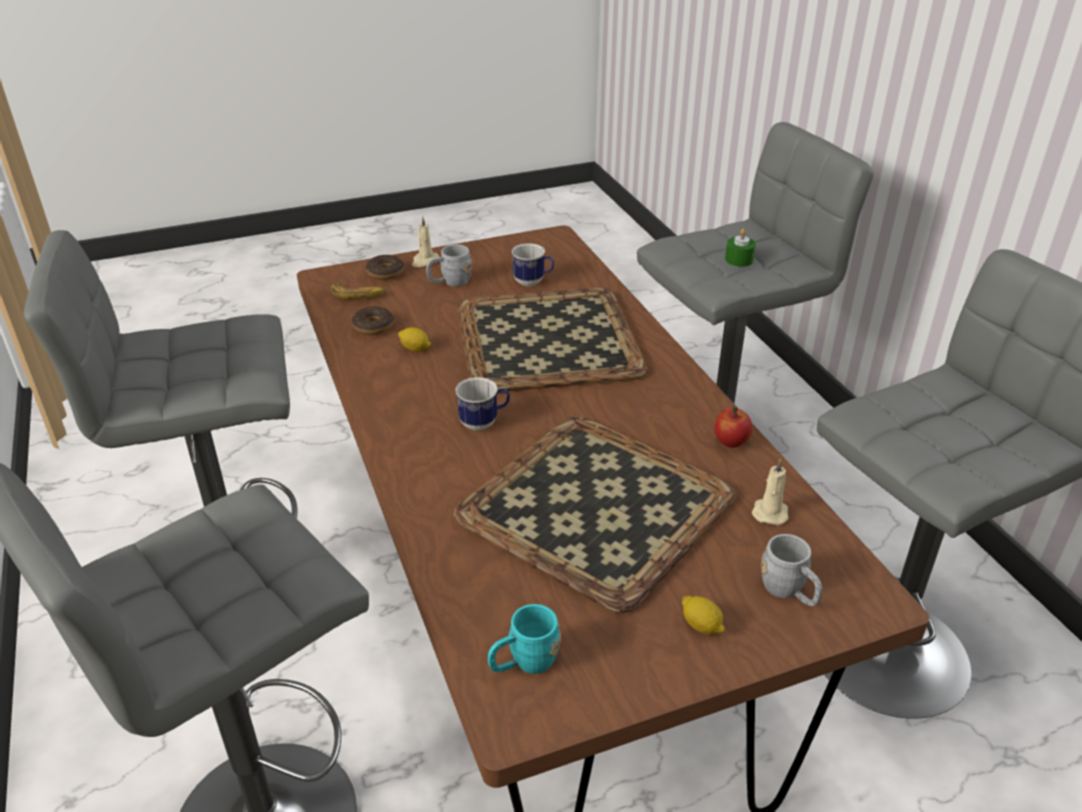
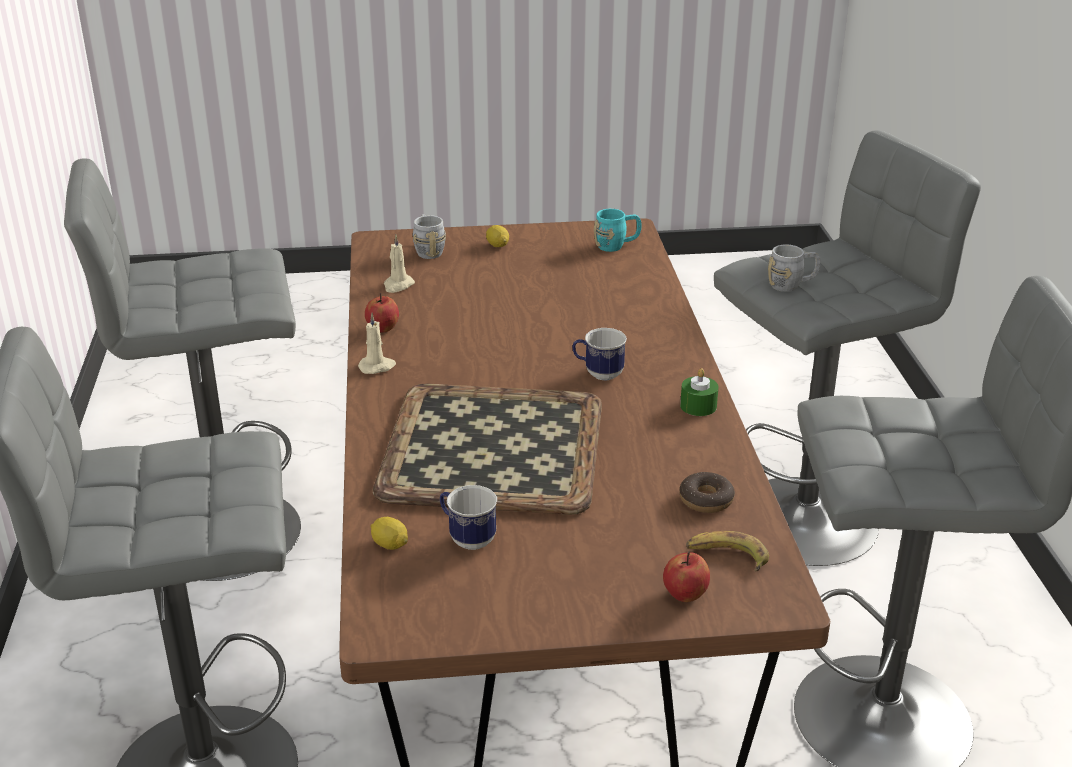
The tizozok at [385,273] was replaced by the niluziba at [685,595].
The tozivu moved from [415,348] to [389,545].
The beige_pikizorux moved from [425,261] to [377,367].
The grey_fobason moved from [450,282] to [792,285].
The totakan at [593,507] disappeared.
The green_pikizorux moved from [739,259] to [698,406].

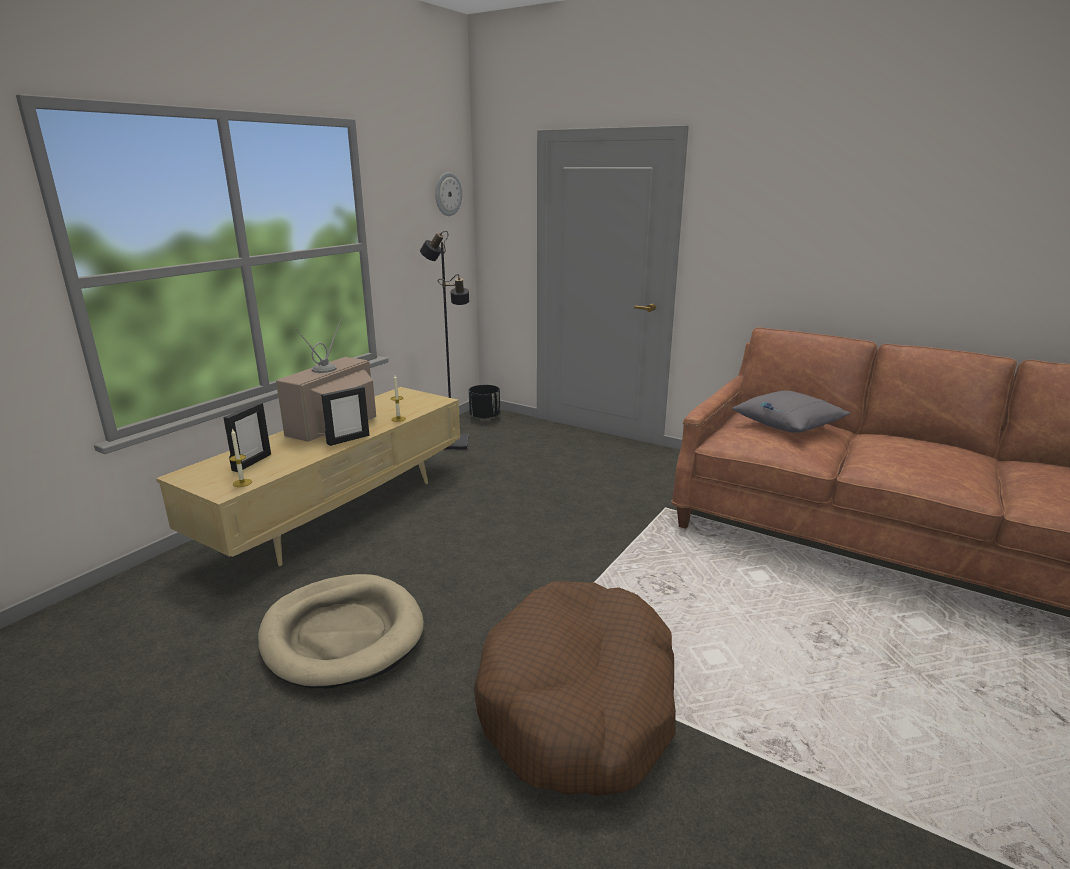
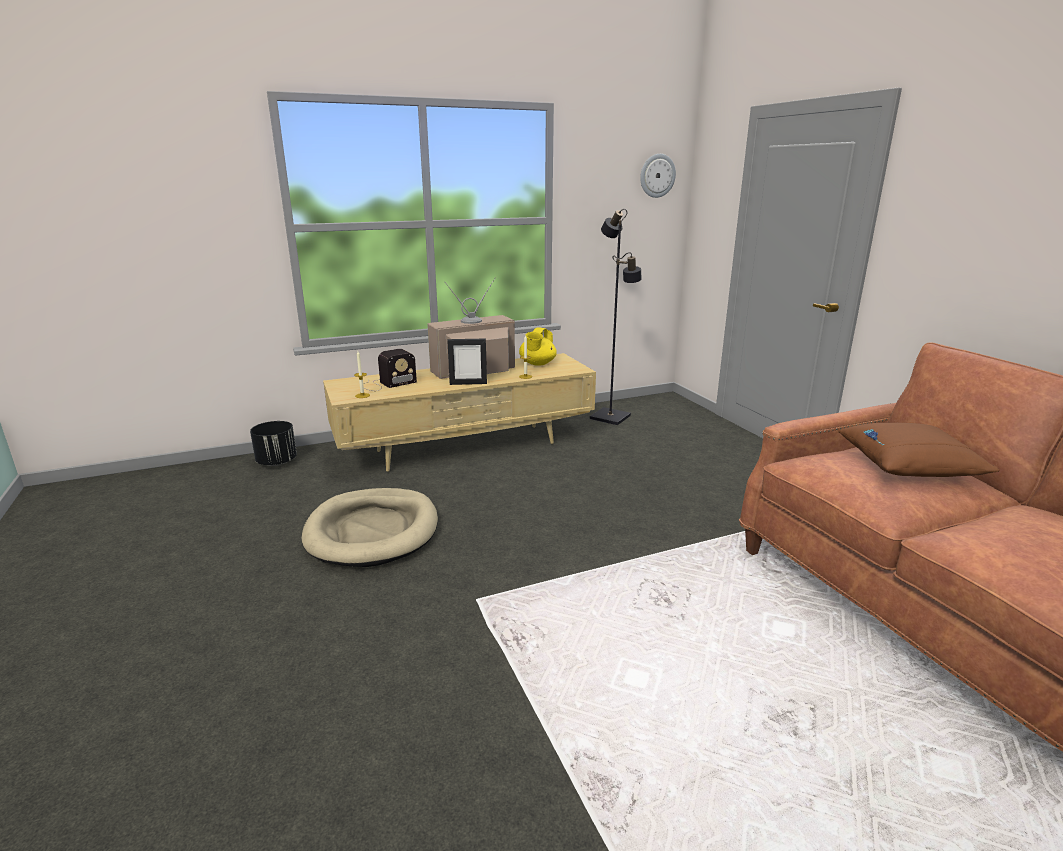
The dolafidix at [252,462] was replaced by the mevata at [386,384].
The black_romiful moved from [485,417] to [277,462].
The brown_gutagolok at [579,704] disappeared.
The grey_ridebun at [788,426] became the brown_ridebun at [908,468].
The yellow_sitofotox at [537,364] appeared.

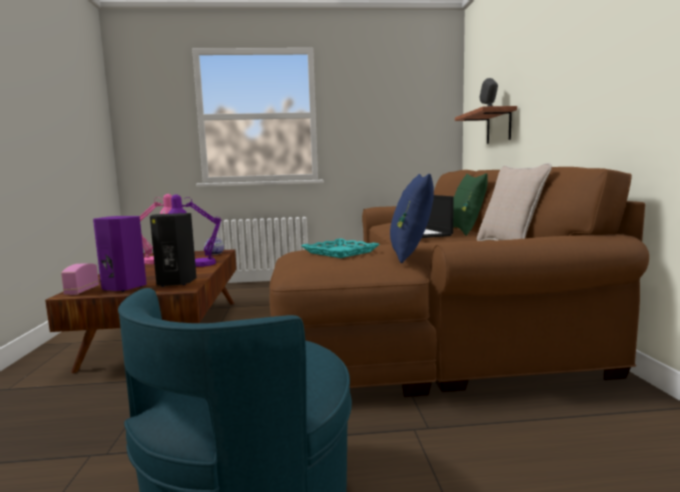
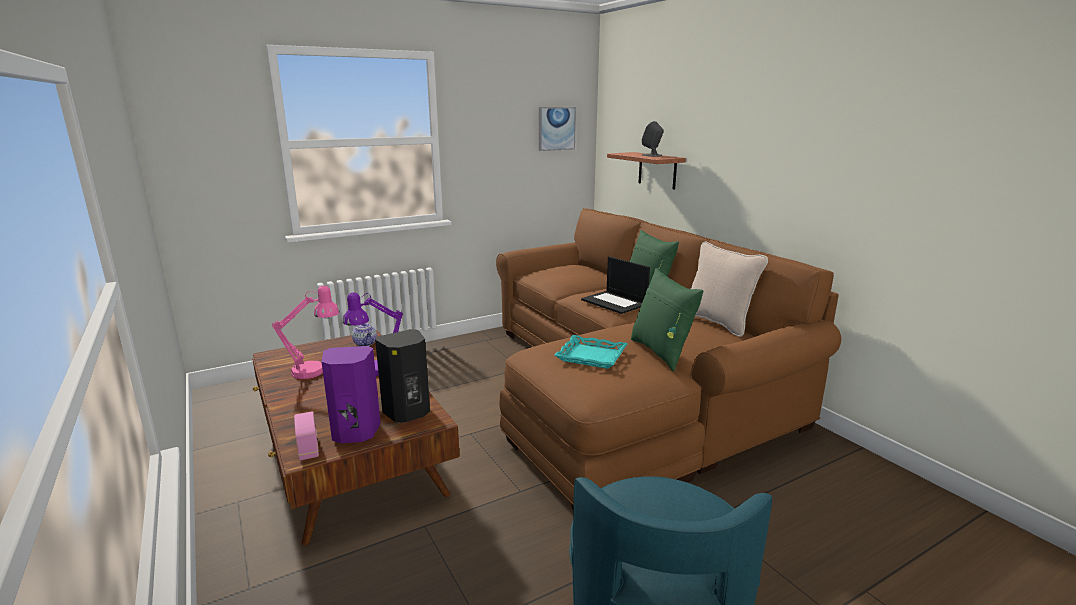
The blue_ridebun at [410,255] became the green_ridebun at [661,353].
The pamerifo at [556,128] appeared.

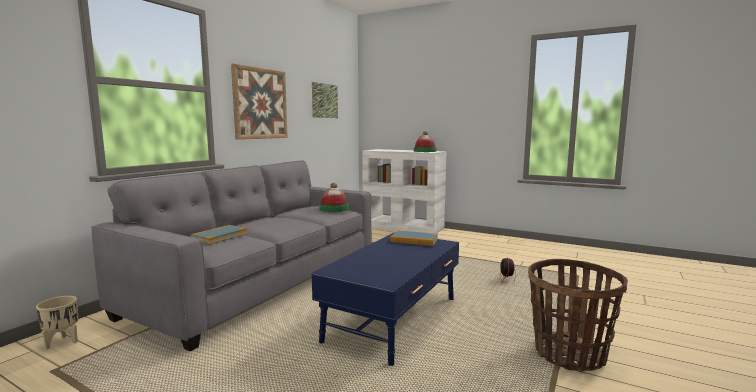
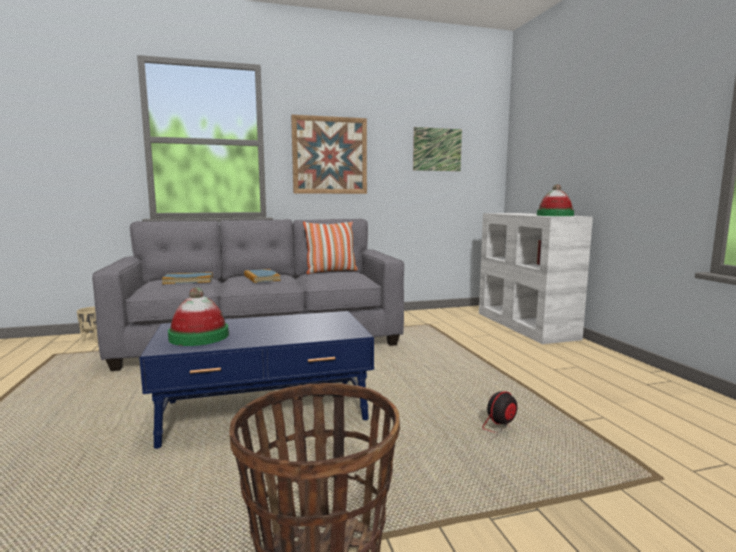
The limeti moved from [334,209] to [199,336].
The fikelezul moved from [414,240] to [261,278].
The ridebun at [331,271] appeared.

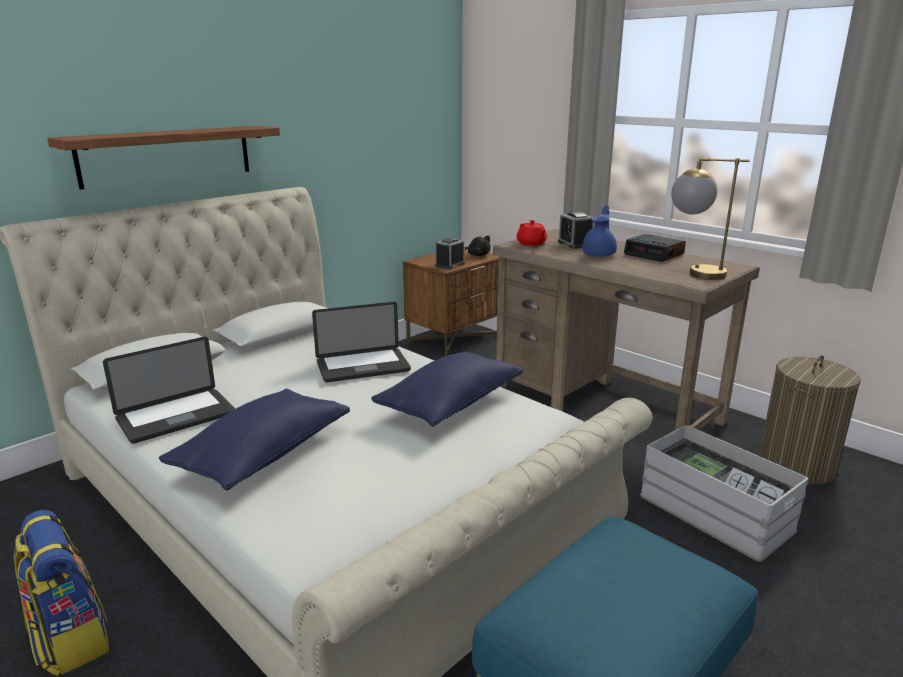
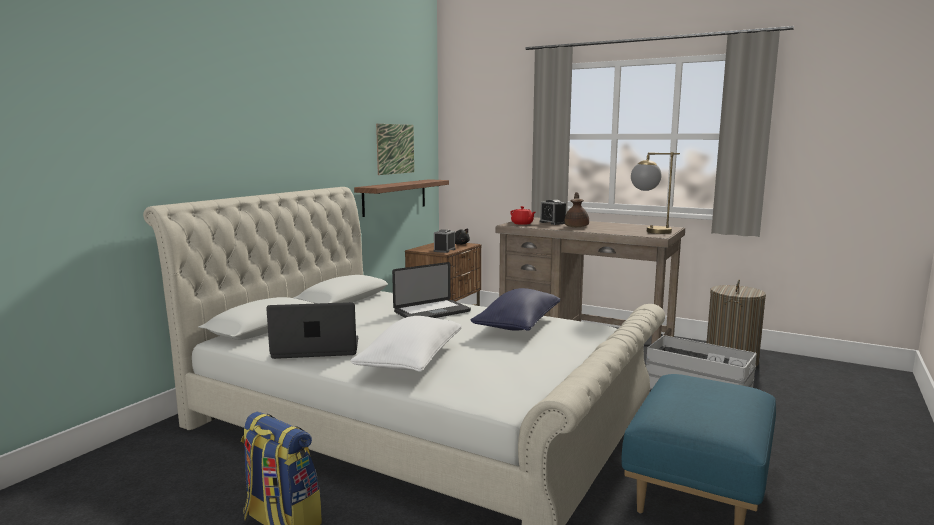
The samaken moved from [167,155] to [395,197].
The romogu at [176,417] turned 135 degrees counterclockwise.
The blue_ridebun at [263,455] became the white_ridebun at [411,361].
The blue_sitofotox at [599,254] became the brown_sitofotox at [576,226].
The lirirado at [654,254] disappeared.
The pamerifo at [395,149] appeared.

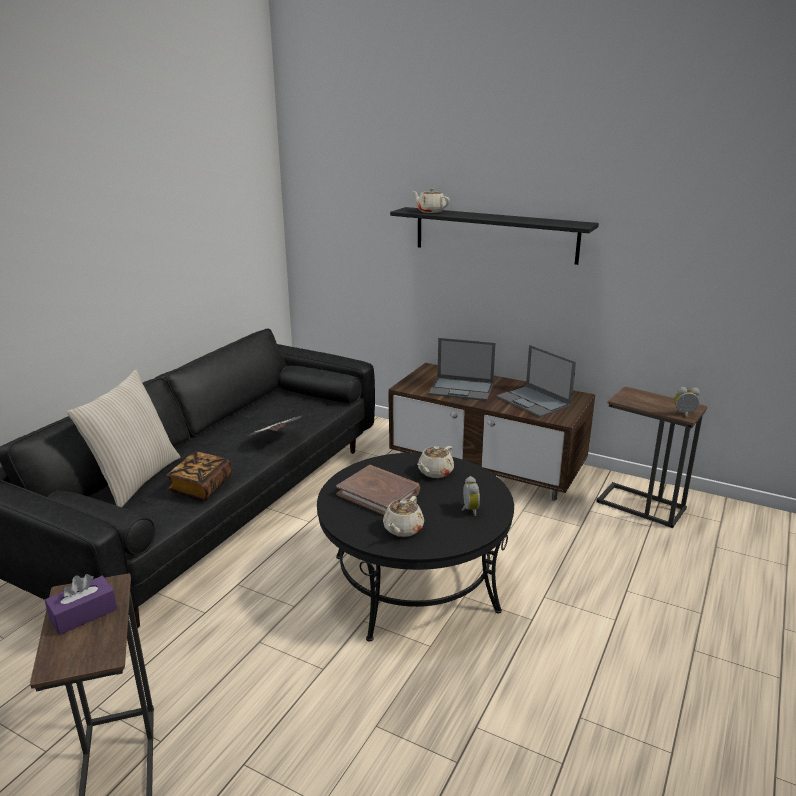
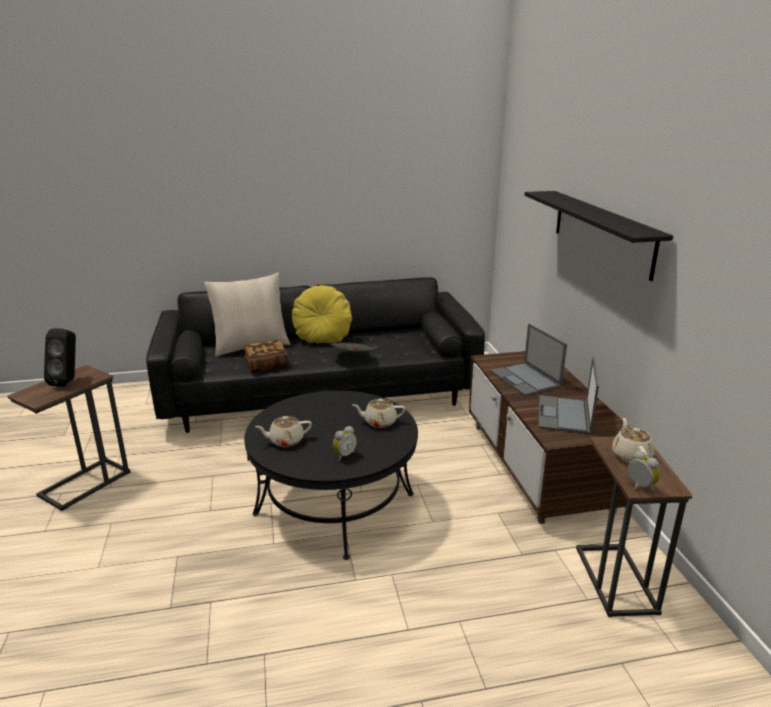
The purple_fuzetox at [83,614] was replaced by the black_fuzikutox at [68,381].
The brown_fikelezul at [379,493] disappeared.
The beige_sitofotox moved from [430,211] to [631,455].
The yellow_ridebun at [323,340] appeared.

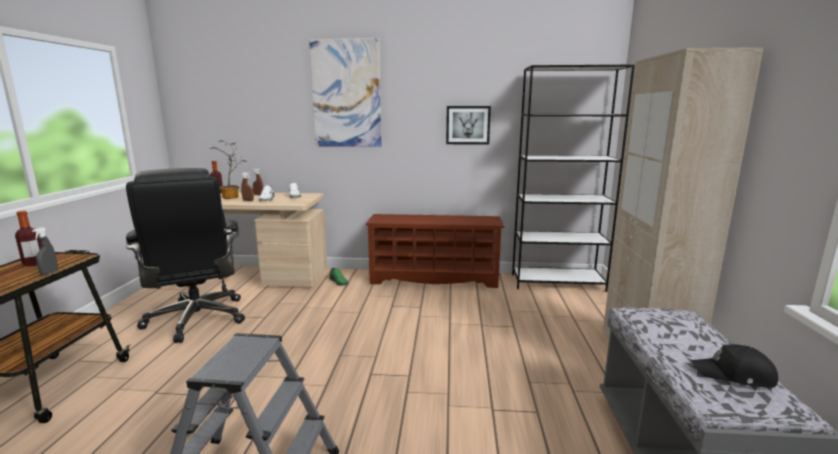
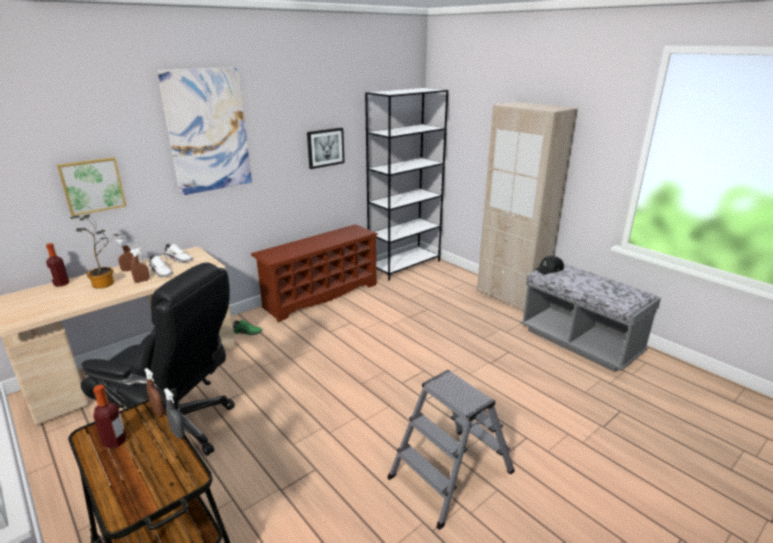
The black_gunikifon moved from [734,375] to [549,270].
The pamerifo at [92,185] appeared.
The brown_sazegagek at [158,412] appeared.

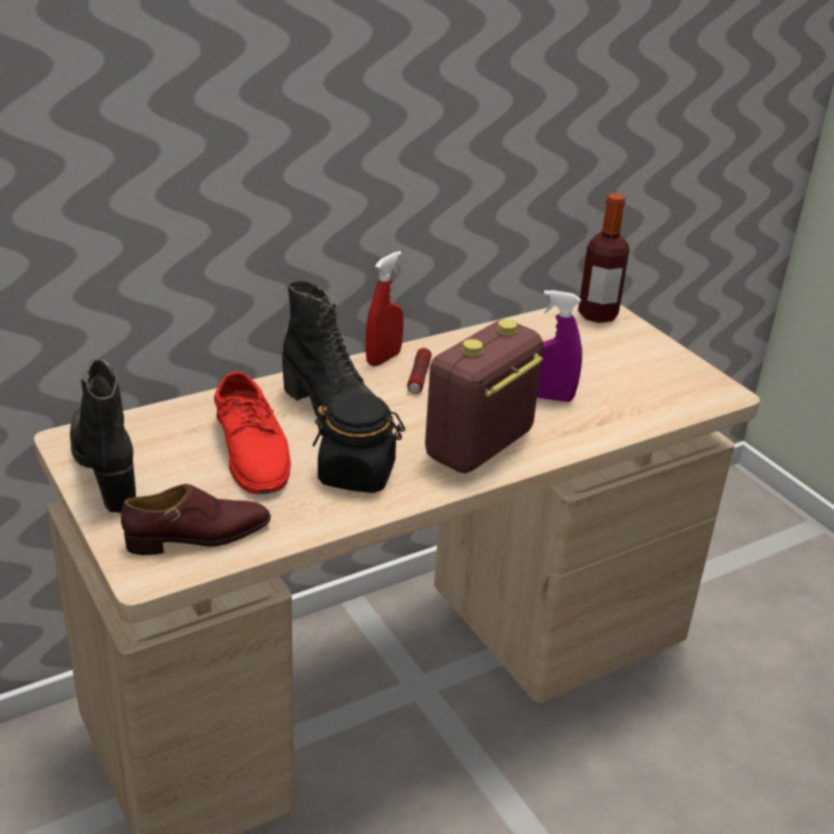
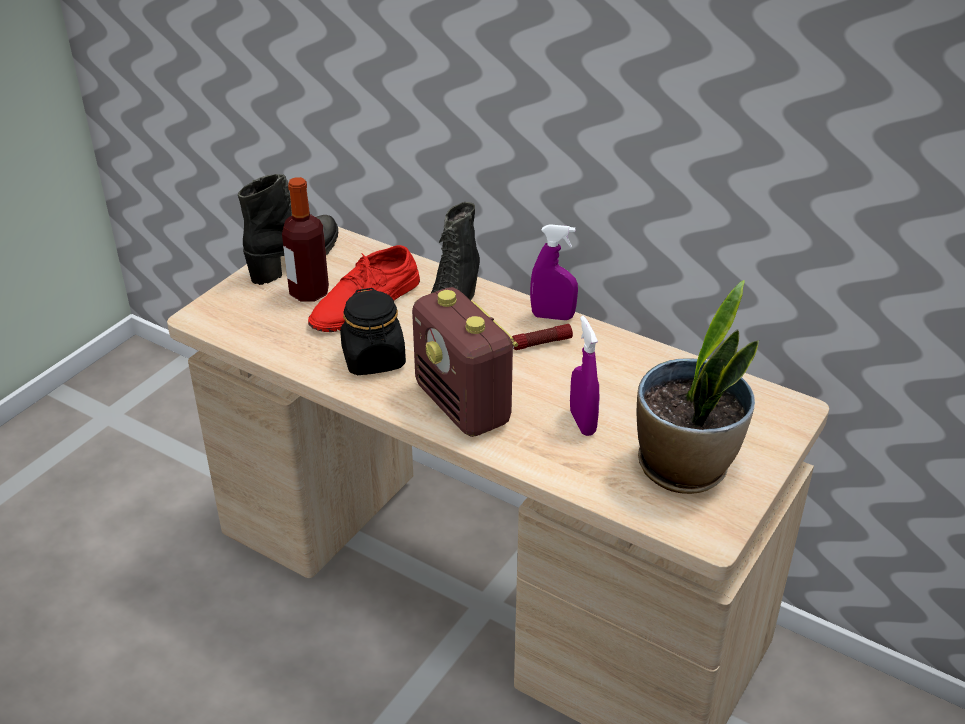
The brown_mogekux at [199,536] disappeared.
The red_sazegagek at [383,359] became the purple_sazegagek at [552,316].
The mevata at [478,447] turned 135 degrees counterclockwise.
The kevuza moved from [597,315] to [309,292].
The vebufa at [685,467] appeared.

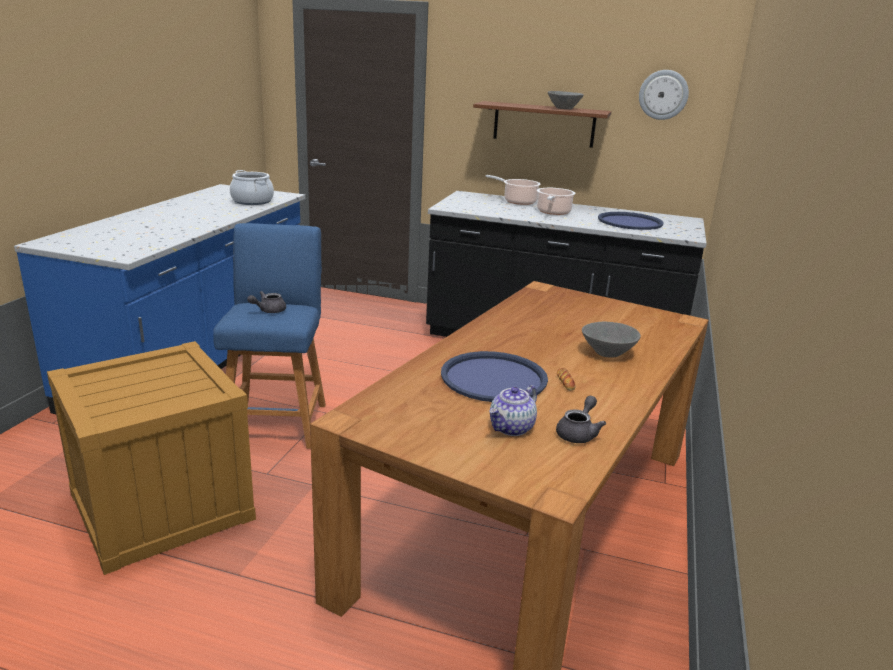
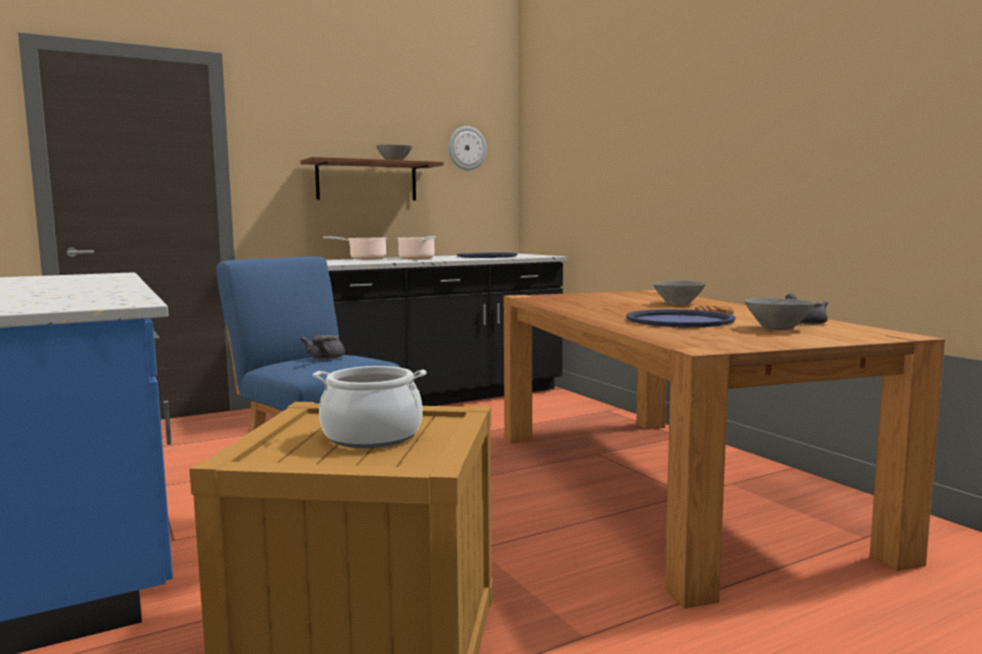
The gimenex moved from [252,201] to [372,436].
The sitofotox at [512,428] was replaced by the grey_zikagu at [778,328].

